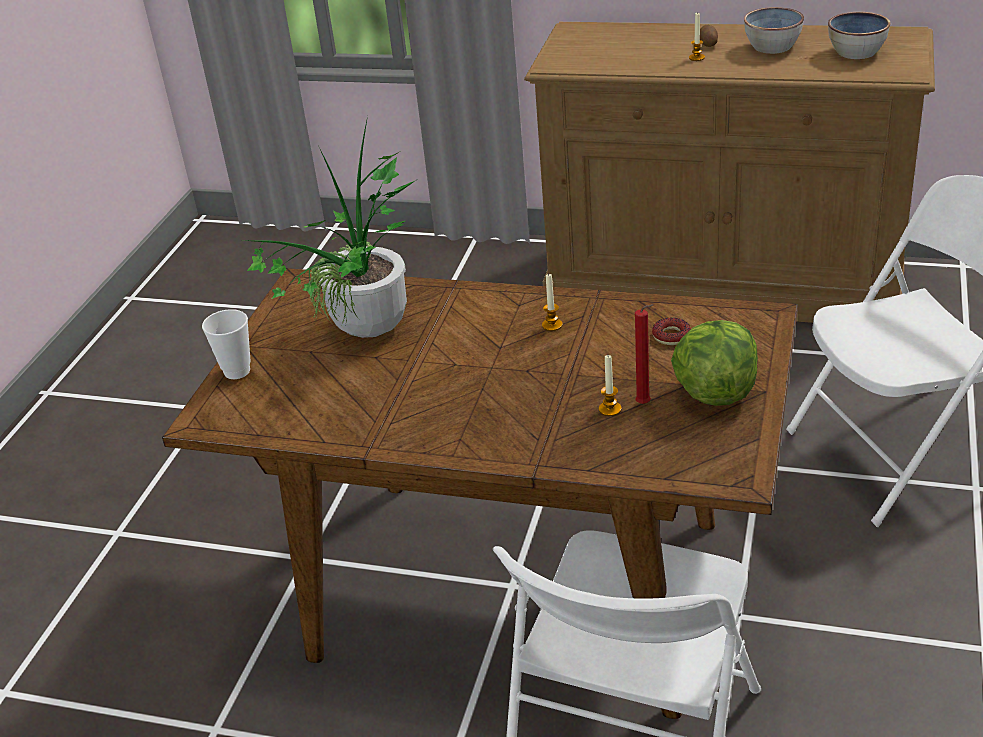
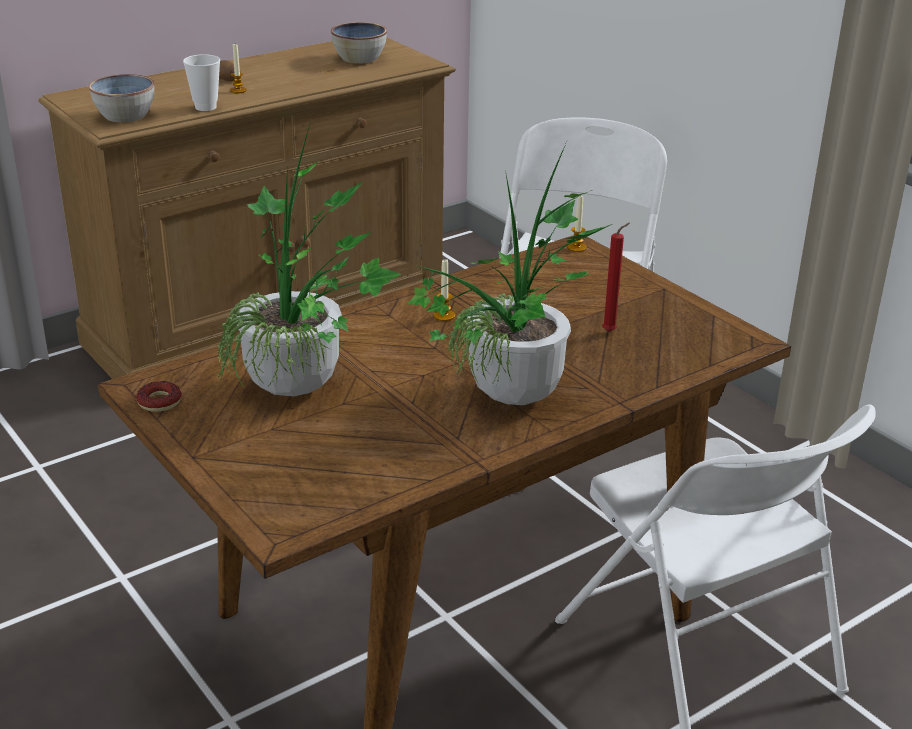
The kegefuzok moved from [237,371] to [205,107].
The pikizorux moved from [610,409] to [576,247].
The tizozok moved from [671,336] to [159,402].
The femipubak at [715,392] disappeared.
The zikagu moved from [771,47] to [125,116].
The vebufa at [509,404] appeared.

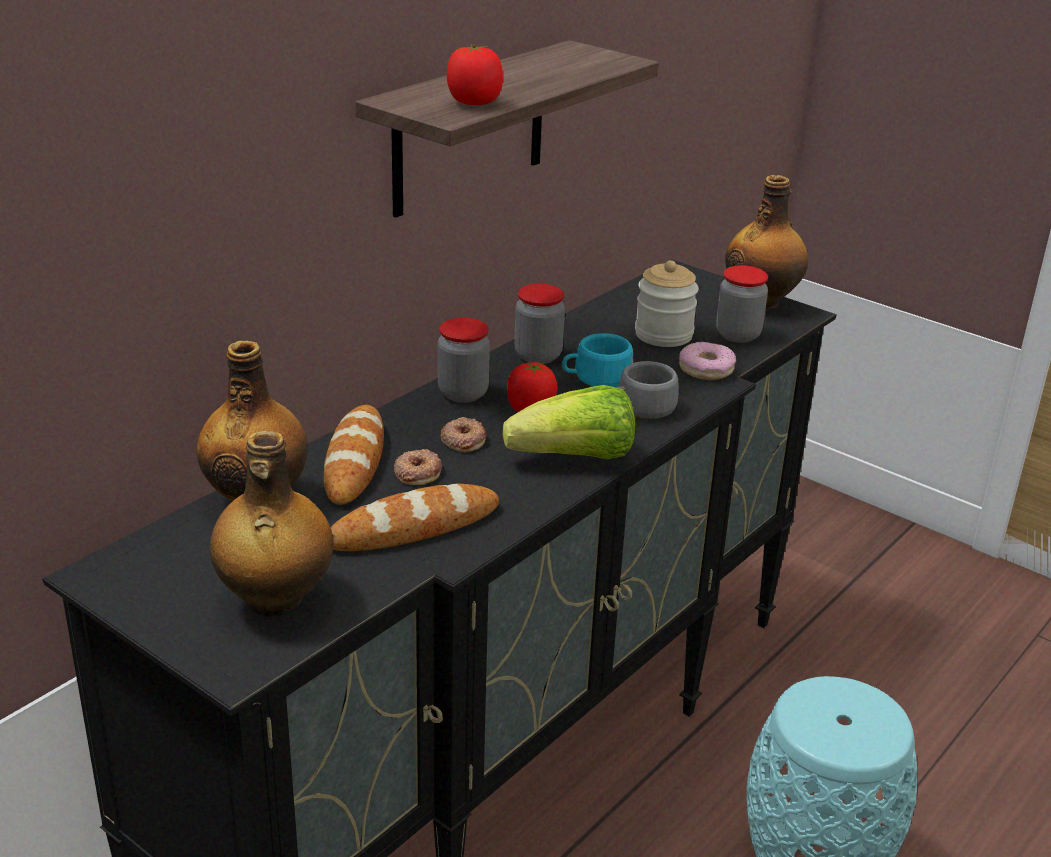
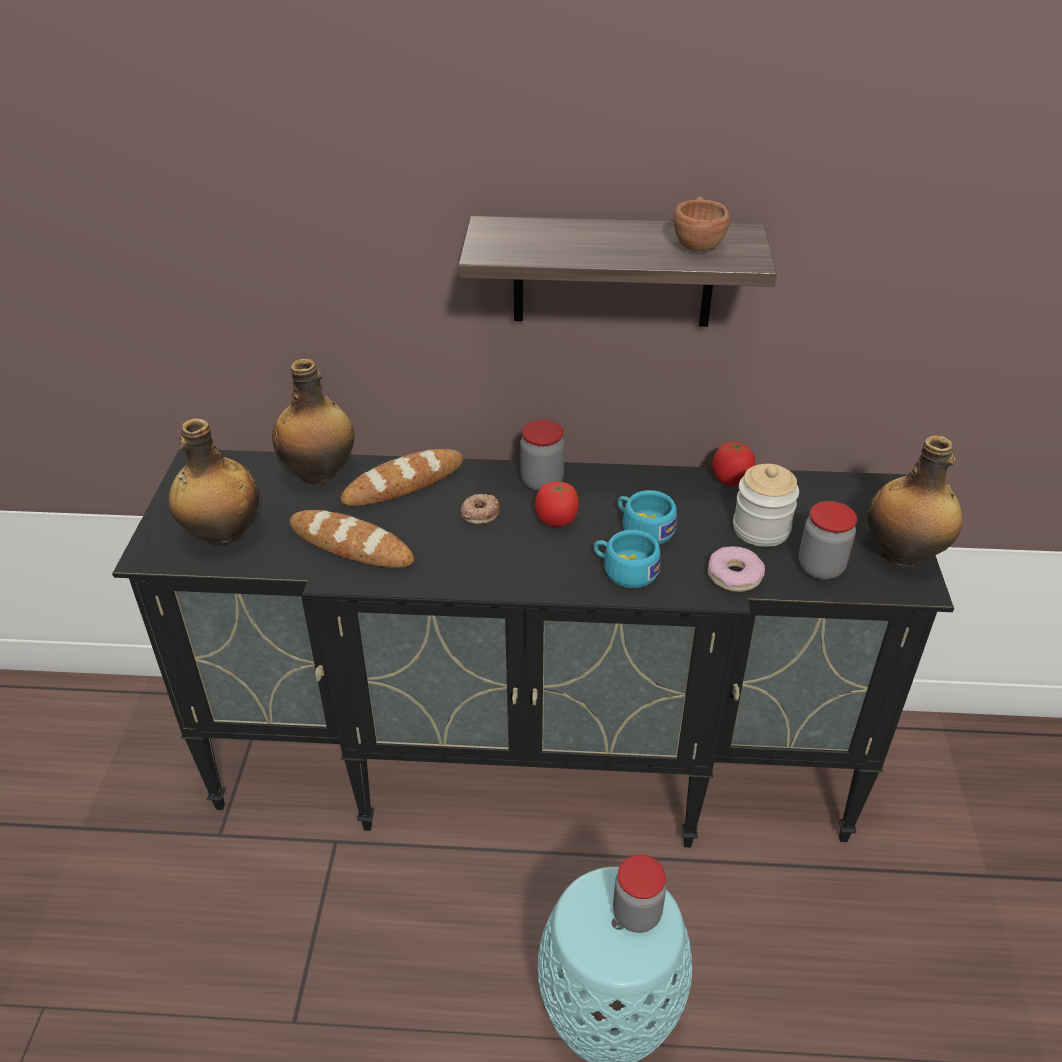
The tizozok at [417,472] disappeared.
The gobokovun moved from [474,103] to [731,480].
The femipubak at [575,458] disappeared.
The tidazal moved from [538,356] to [637,914].
The grey_kegefuzok at [640,409] became the turquoise_kegefuzok at [624,570].
The brown_kegefuzok at [697,243] appeared.

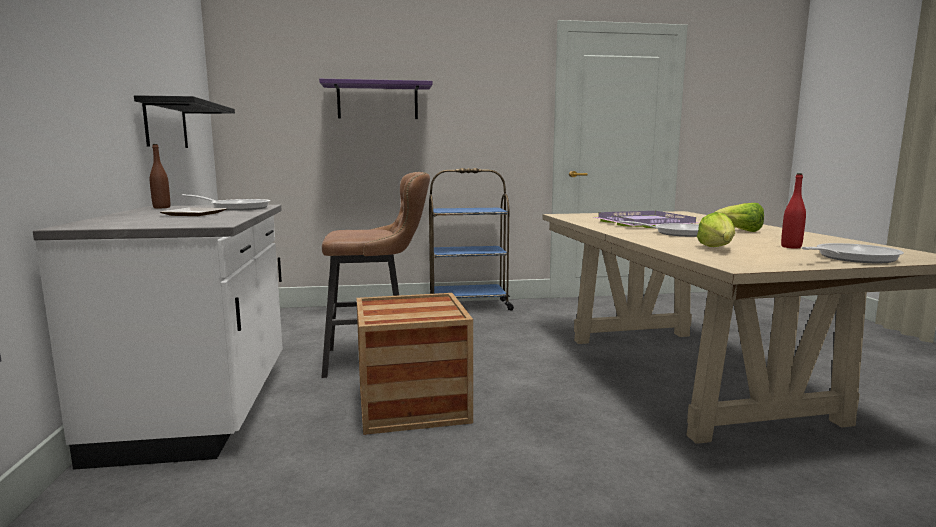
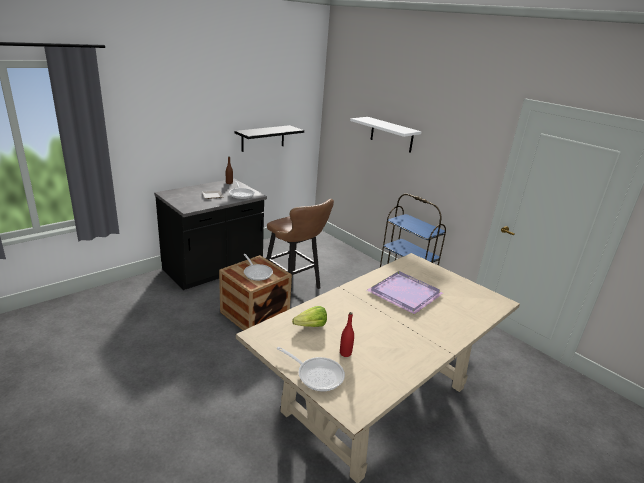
The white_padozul at [202,409] became the black_padozul at [213,270].
The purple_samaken at [377,101] became the white_samaken at [391,134].
The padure moved from [677,233] to [257,273].
The femipubak at [736,230] disappeared.

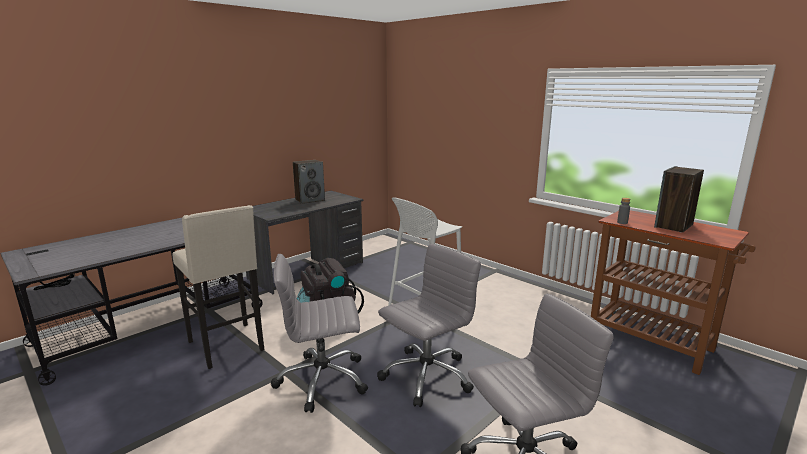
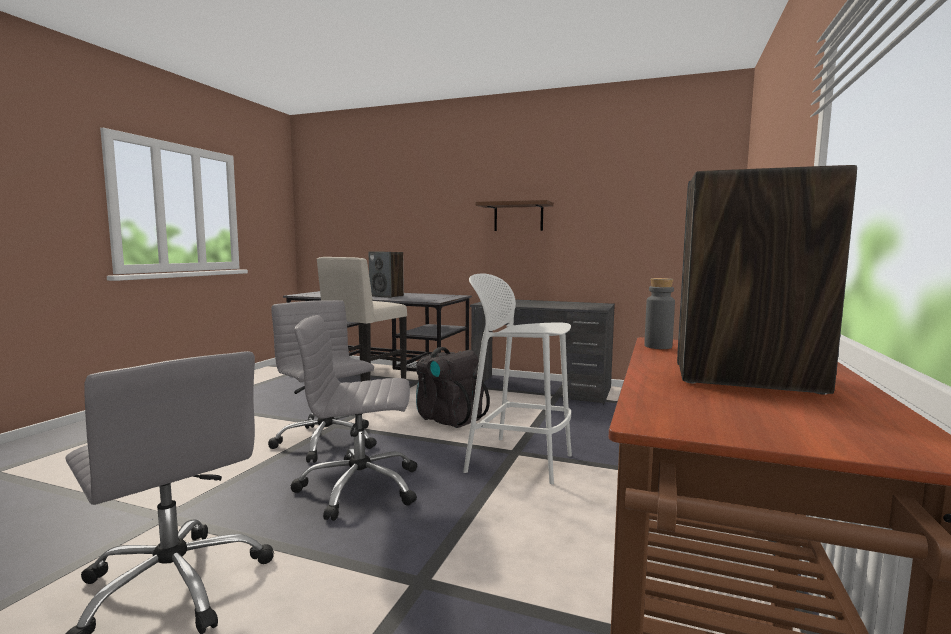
The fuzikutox moved from [310,200] to [387,296].
The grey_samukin at [427,376] turned 150 degrees clockwise.
The brown_samaken at [518,217] appeared.

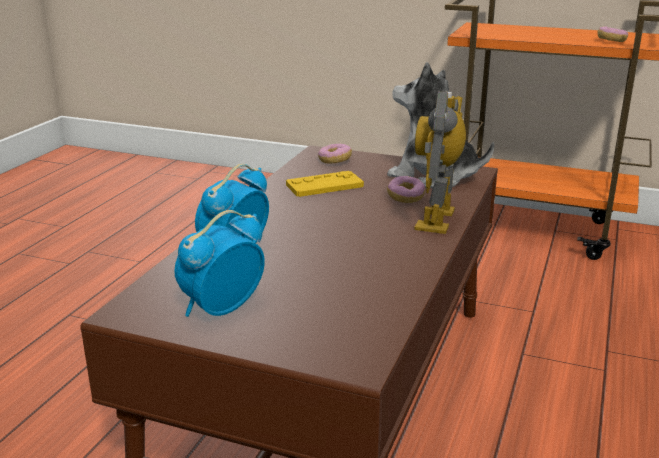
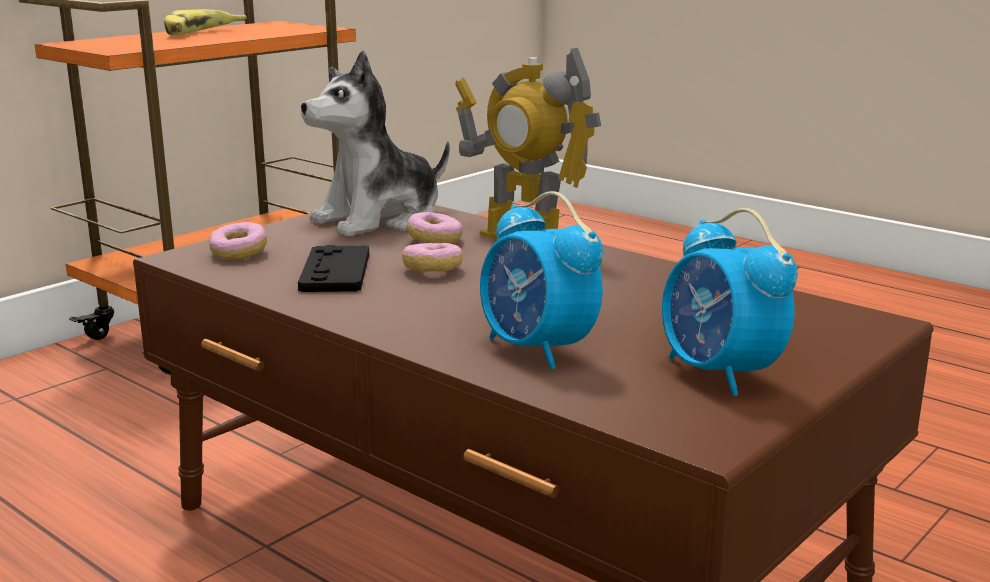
The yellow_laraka at [324,185] became the black_laraka at [335,271].
The tizozok moved from [611,41] to [432,270].
The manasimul at [200,33] appeared.

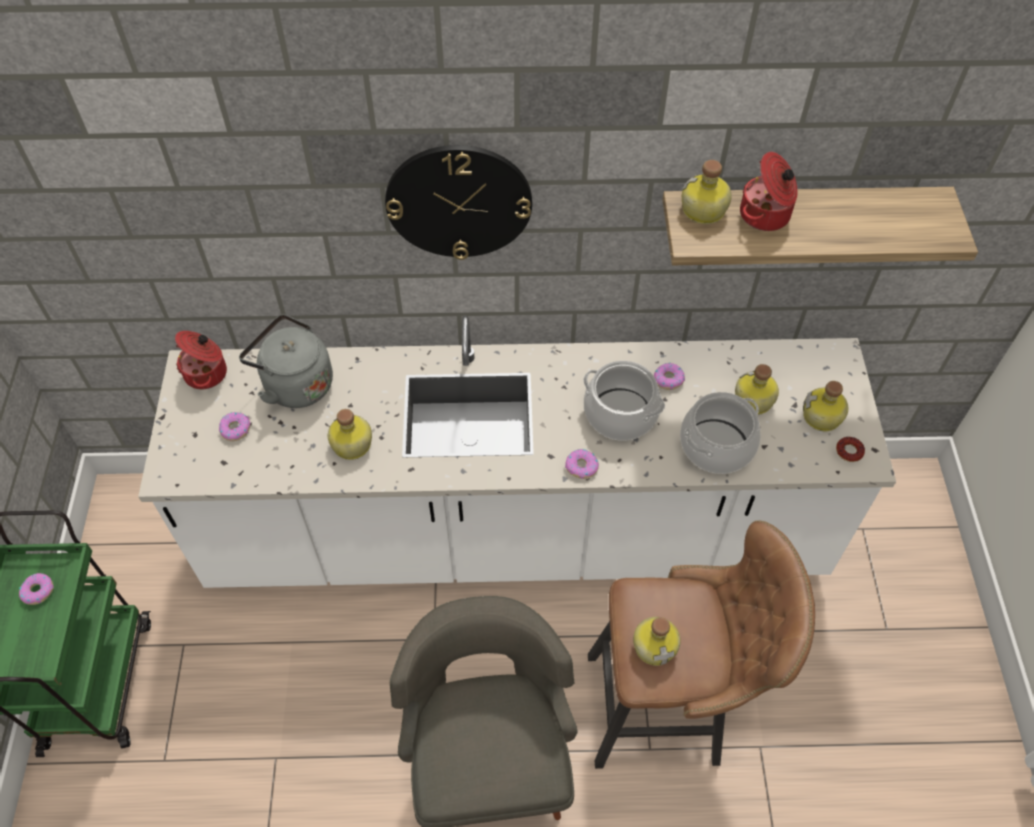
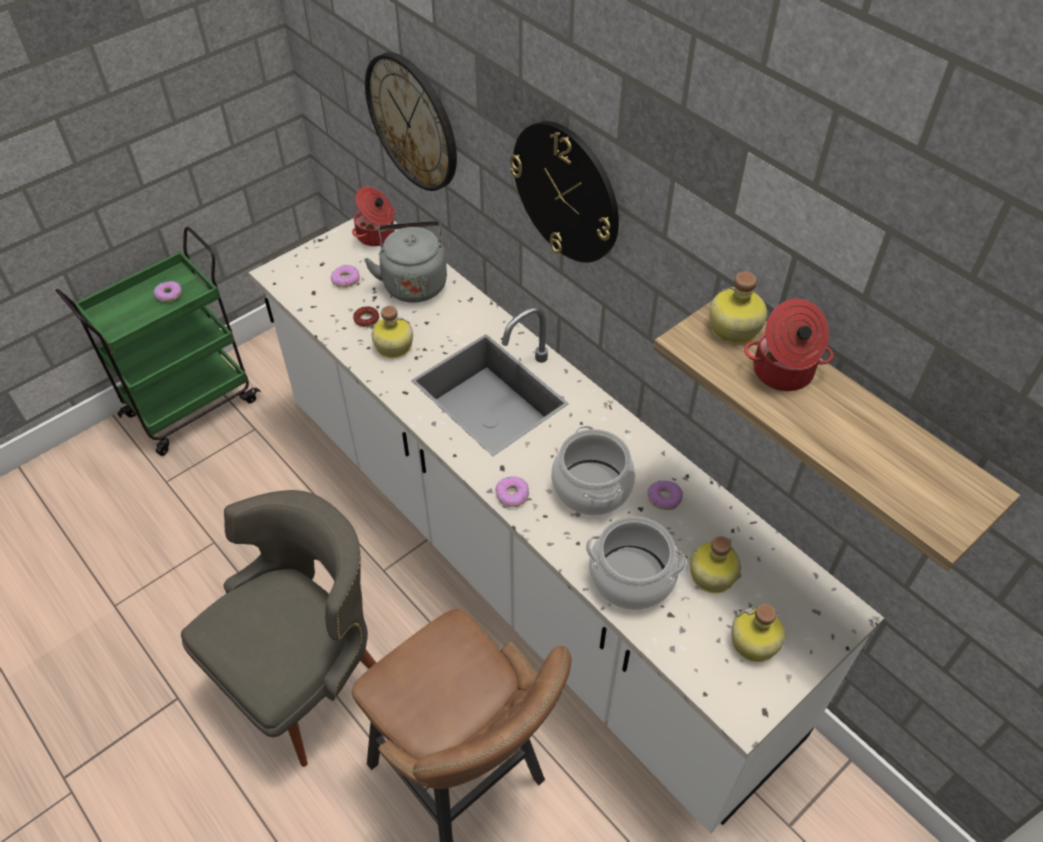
The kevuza at [655,645] disappeared.
The tizozok moved from [849,451] to [366,319].
The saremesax at [412,122] appeared.

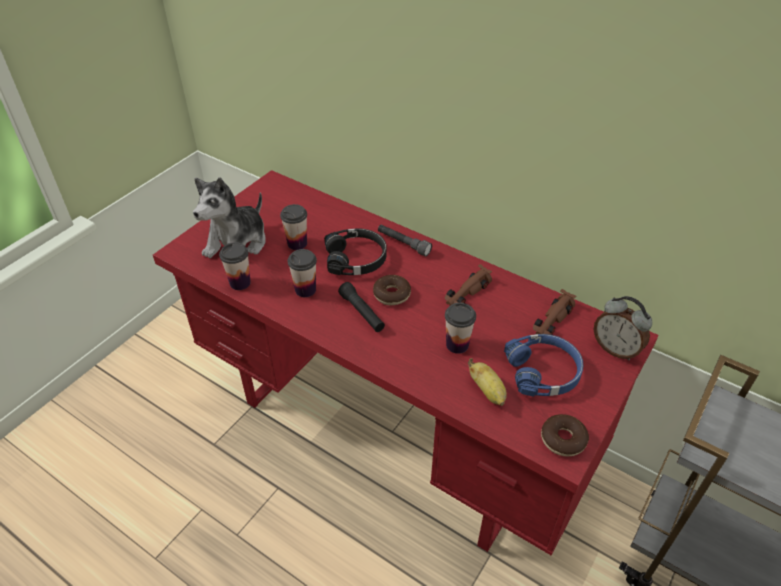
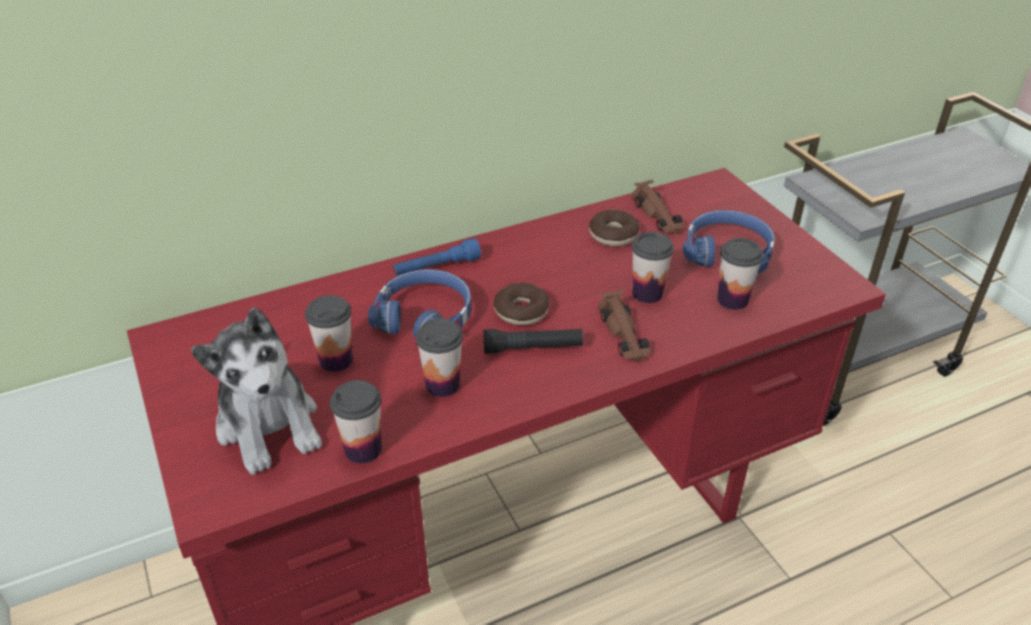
The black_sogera at [356,259] became the blue_sogera at [425,316].
The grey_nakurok at [403,244] became the blue_nakurok at [437,267].
The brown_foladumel moved from [467,292] to [623,335].
The manasimul at [488,391] was replaced by the kegefuzok at [732,300].
The tizozok moved from [563,439] to [613,235].
The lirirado at [615,349] disappeared.

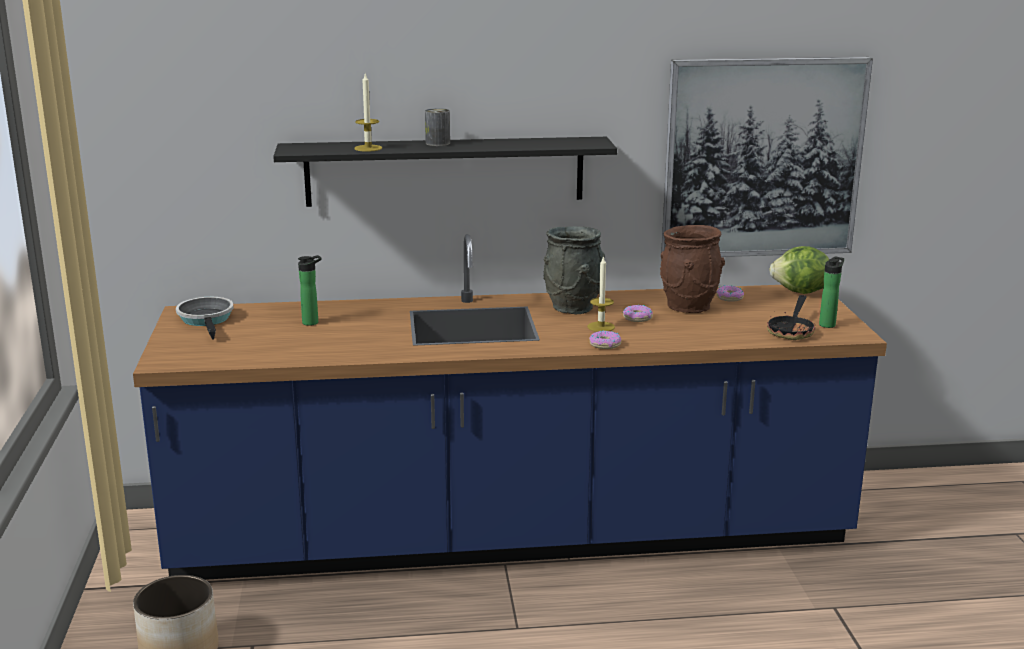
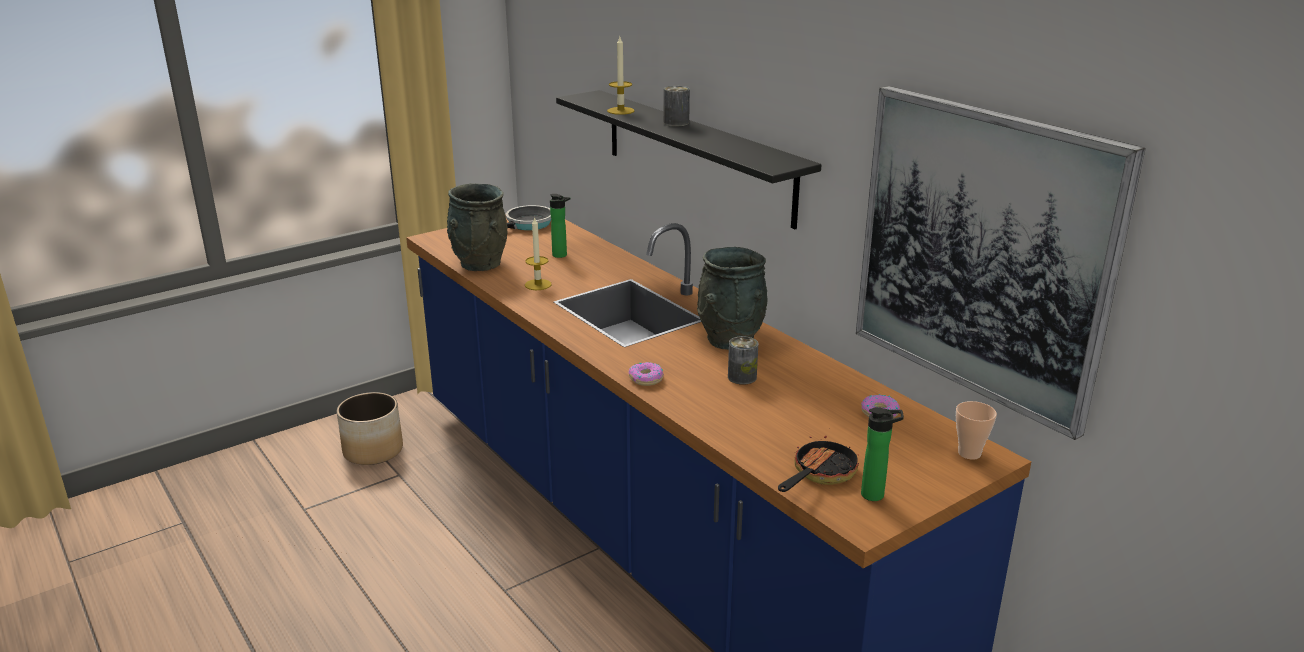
The pikizorux moved from [601,327] to [538,284].
The tizozok at [637,318] was replaced by the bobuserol at [742,377].
The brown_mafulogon at [689,306] disappeared.
The padure at [792,331] turned 135 degrees clockwise.
The femipubak at [800,292] was replaced by the kegefuzok at [969,453].
The grey_mafulogon at [479,264] appeared.

